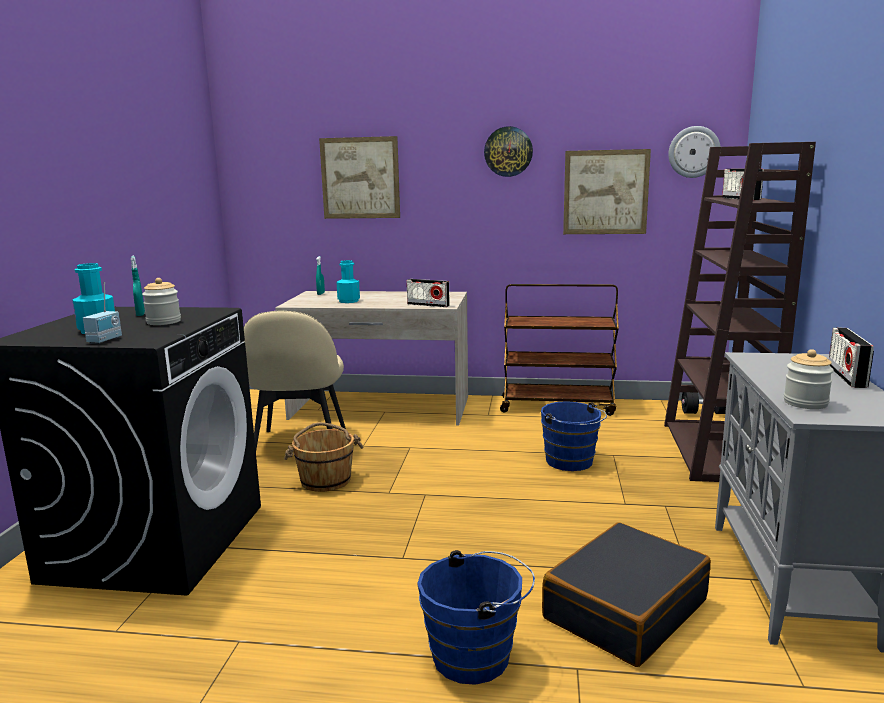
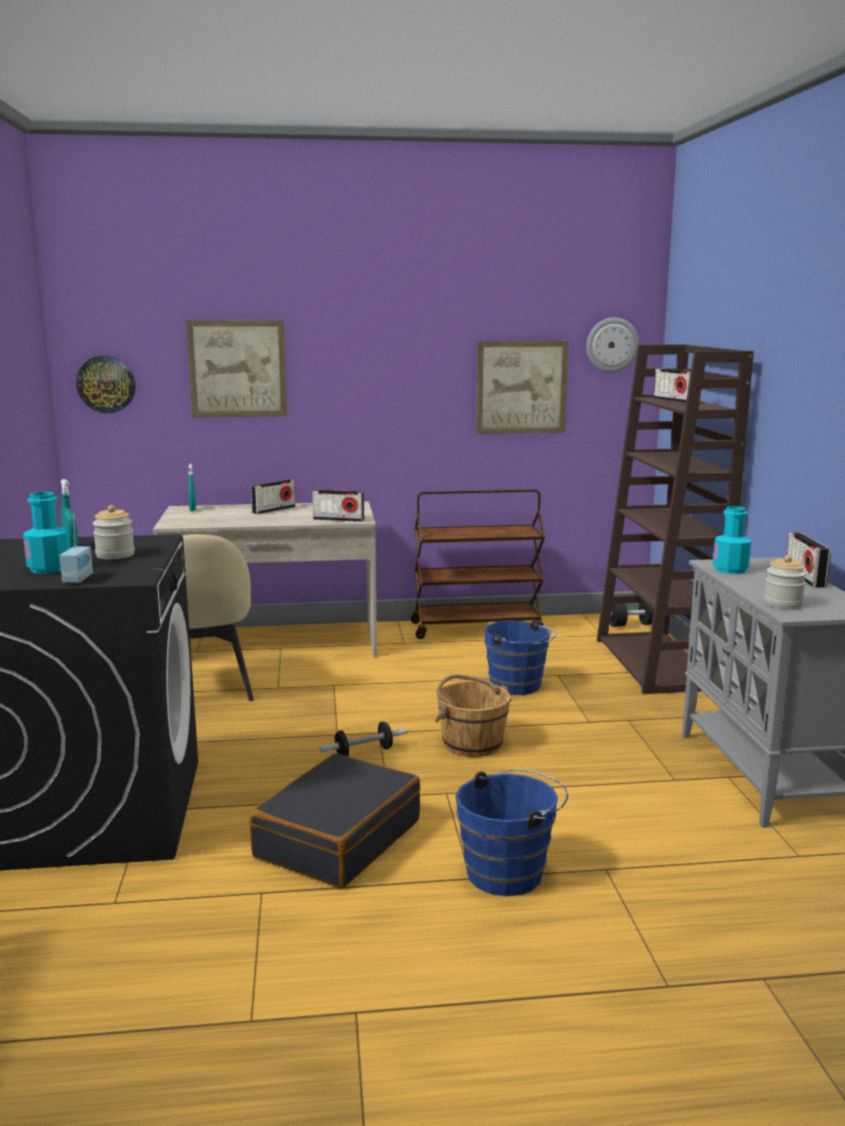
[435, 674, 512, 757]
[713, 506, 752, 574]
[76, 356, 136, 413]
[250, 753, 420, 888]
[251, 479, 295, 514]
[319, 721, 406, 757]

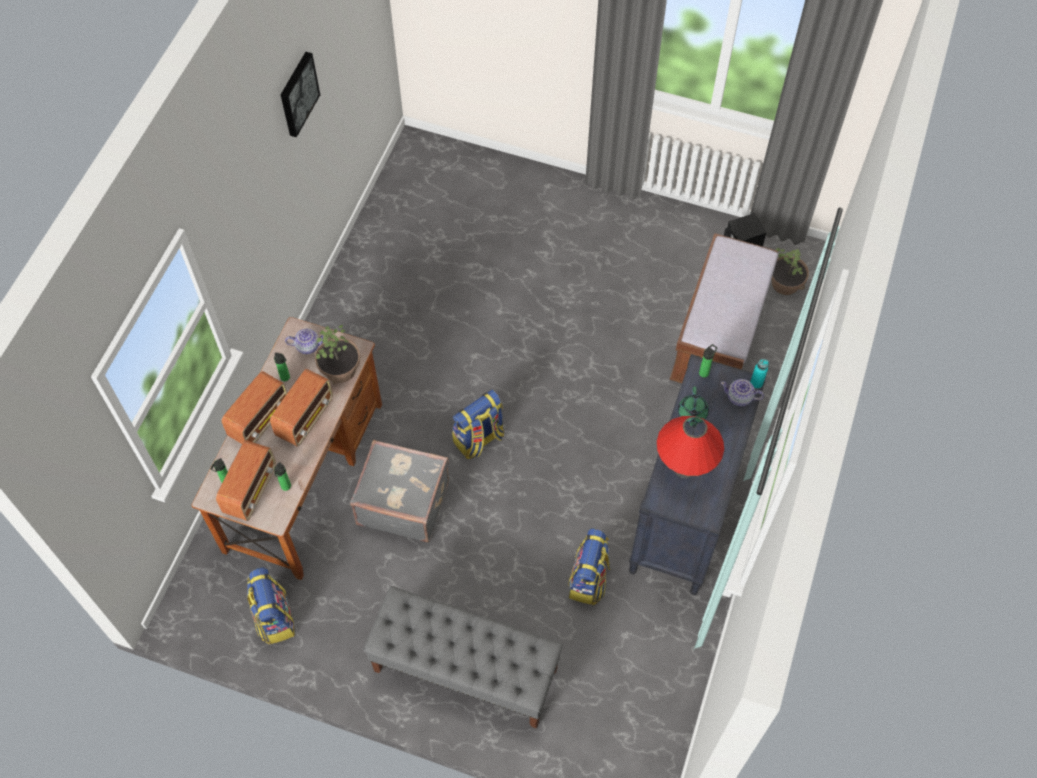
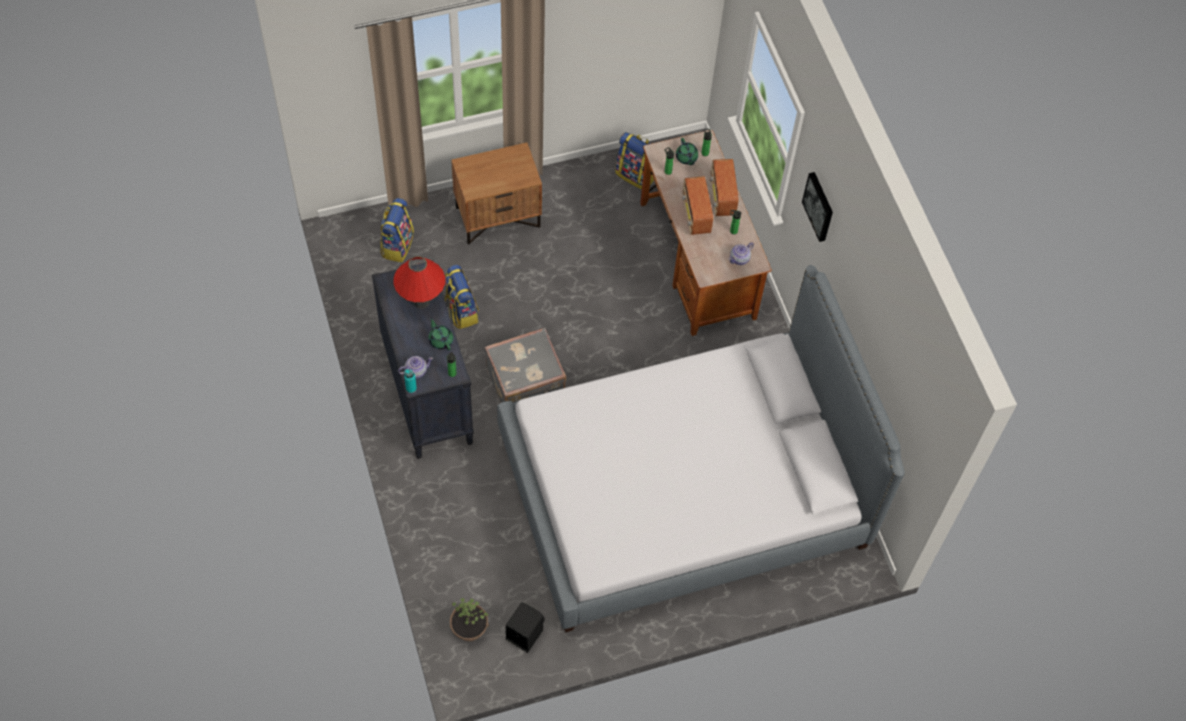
[676, 138, 698, 165]
[802, 172, 833, 242]
[315, 325, 360, 384] (first image)
[485, 327, 566, 403]
[451, 143, 542, 245]
[380, 198, 414, 262]
[669, 233, 778, 383] (first image)
[497, 265, 905, 632]

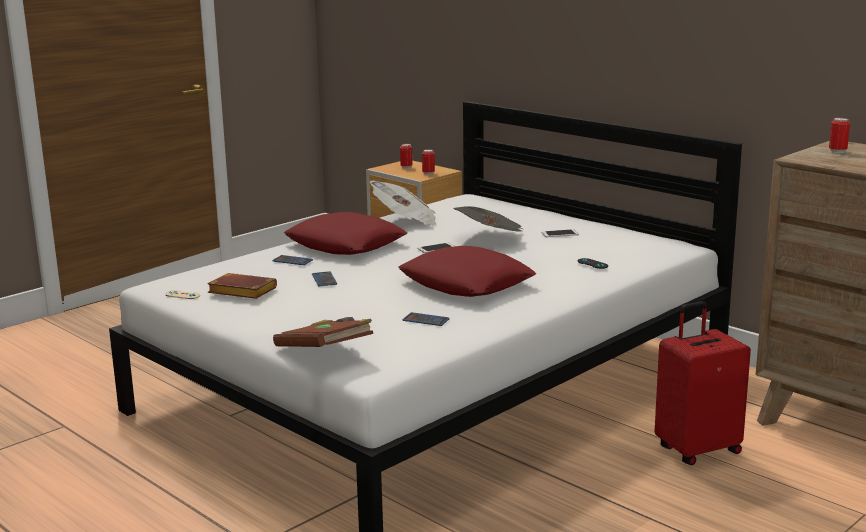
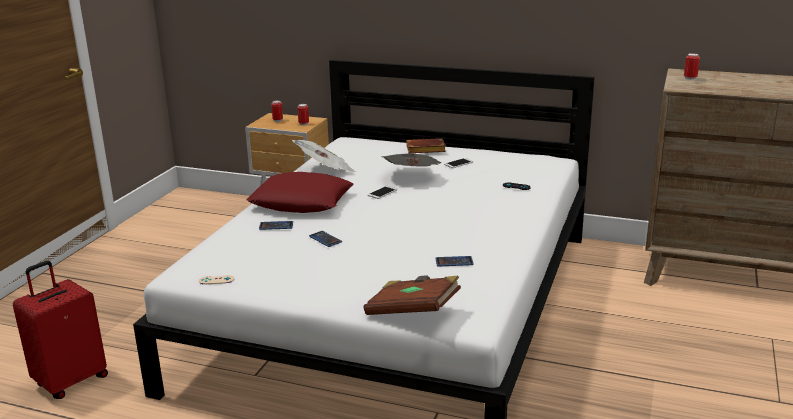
[406, 138, 446, 153]
[398, 246, 536, 297] (first image)
[13, 261, 108, 399]

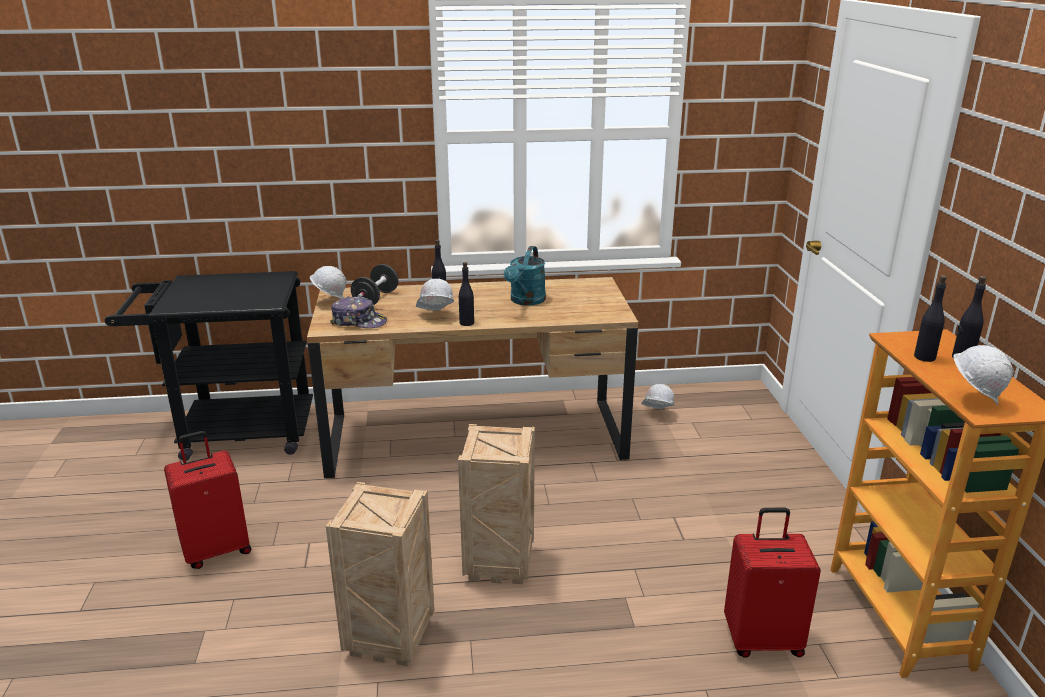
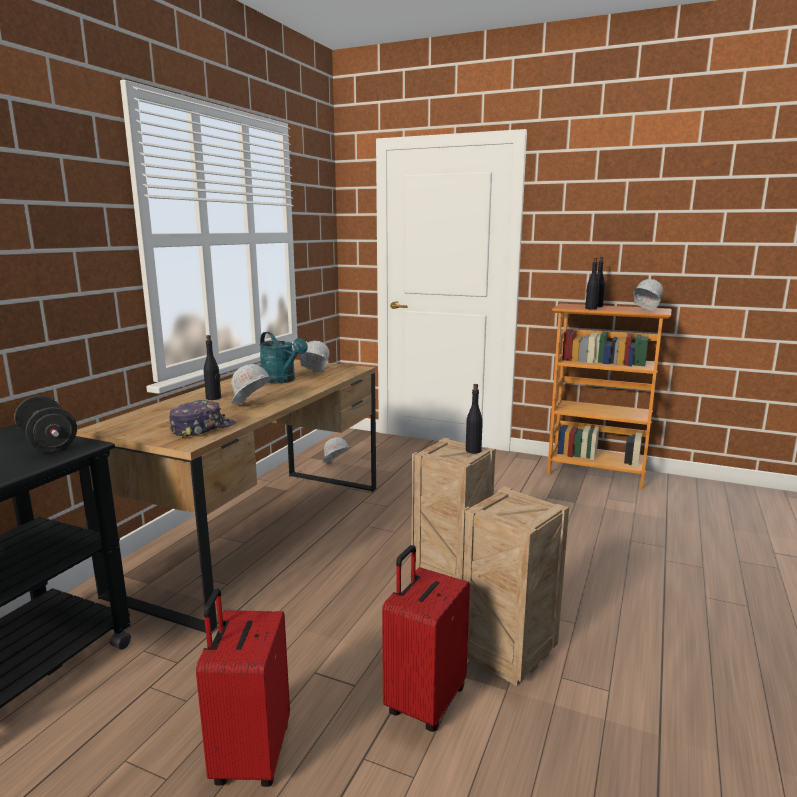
[300, 341, 330, 372]
[14, 395, 77, 452]
[466, 384, 483, 453]
[382, 545, 470, 732]

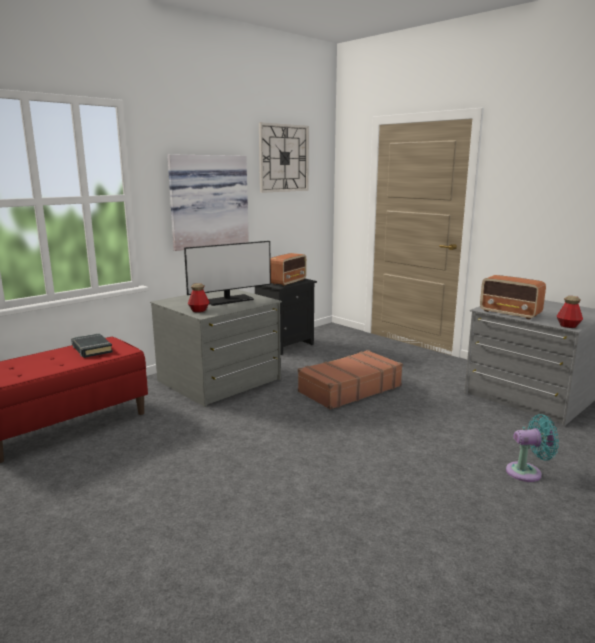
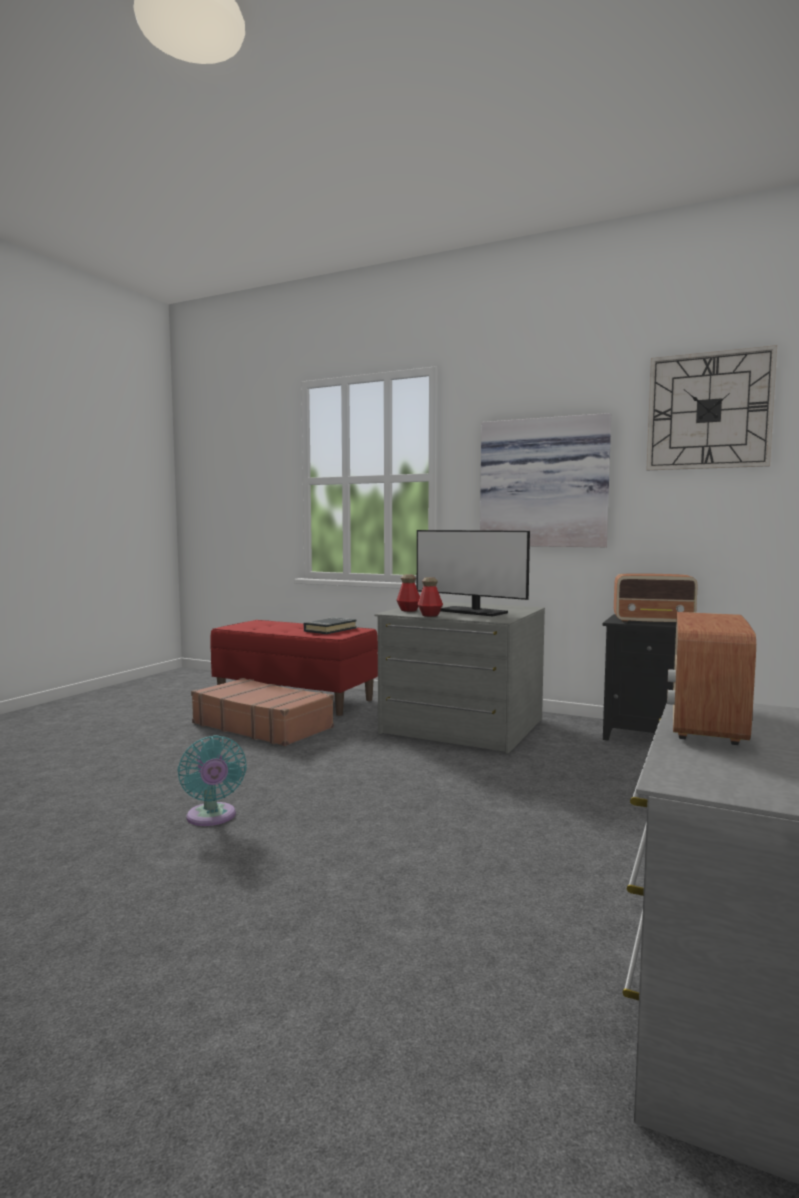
[191, 678, 334, 746]
[177, 735, 247, 826]
[417, 577, 443, 617]

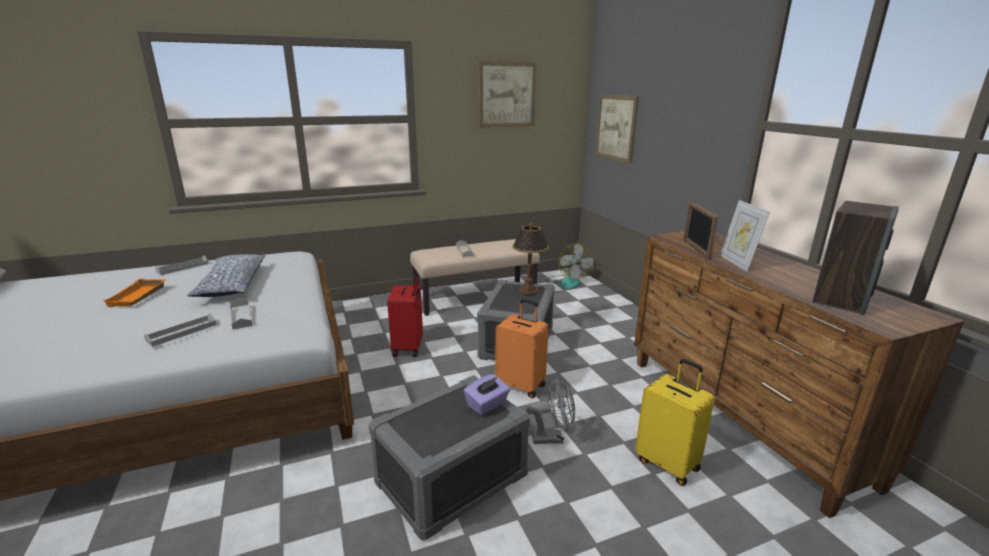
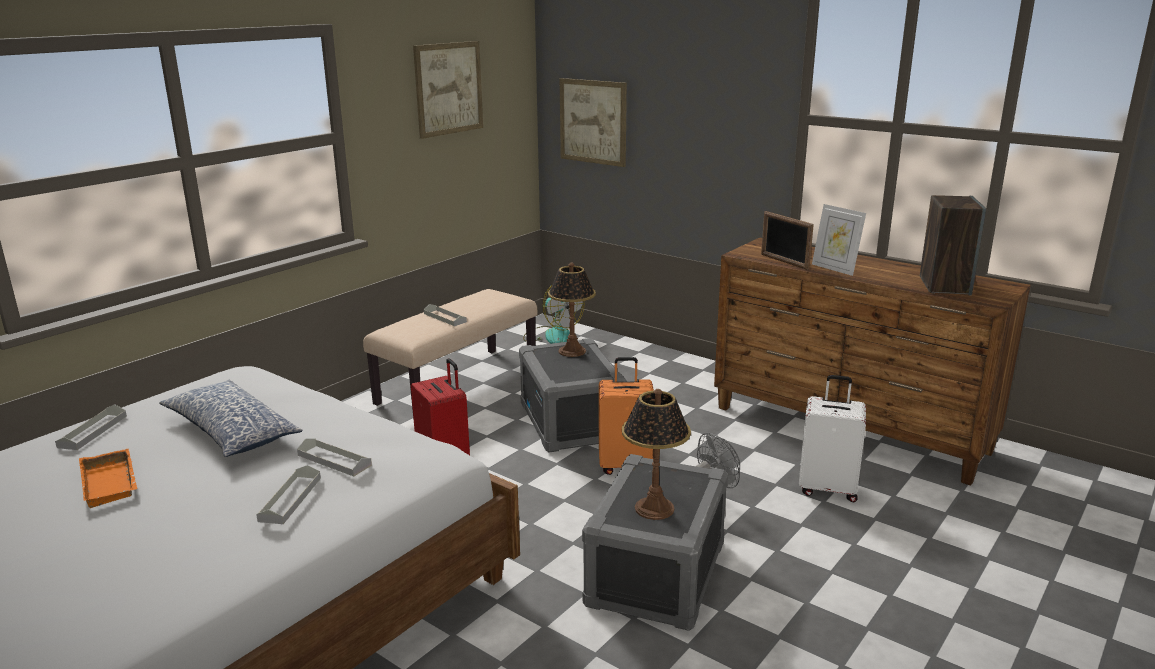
[464, 374, 510, 415] (first image)
[799, 375, 866, 502]
[622, 389, 691, 520]

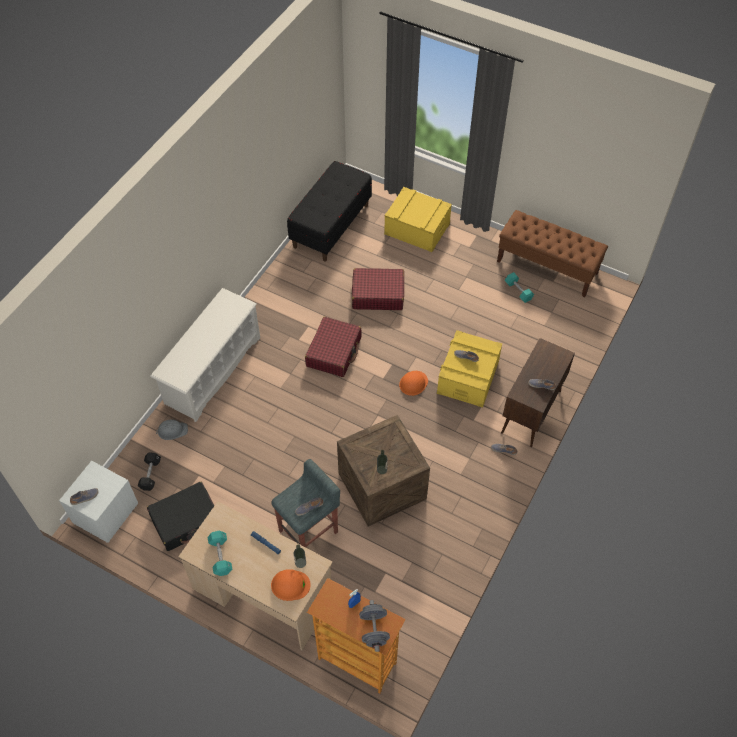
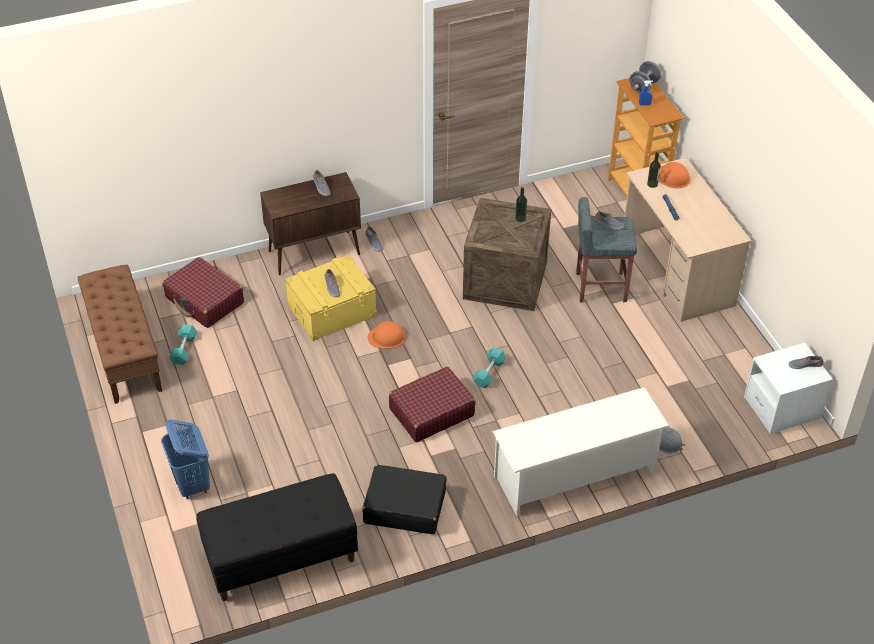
[138, 453, 161, 491] (first image)
[362, 465, 447, 534]
[473, 348, 506, 388]
[162, 257, 244, 328]
[161, 420, 210, 499]

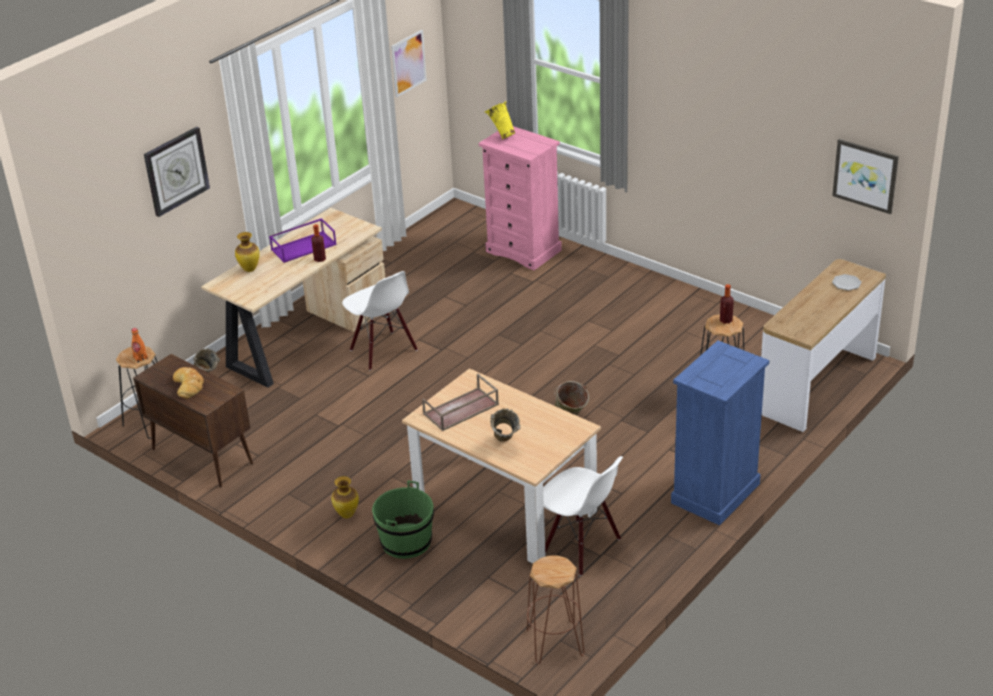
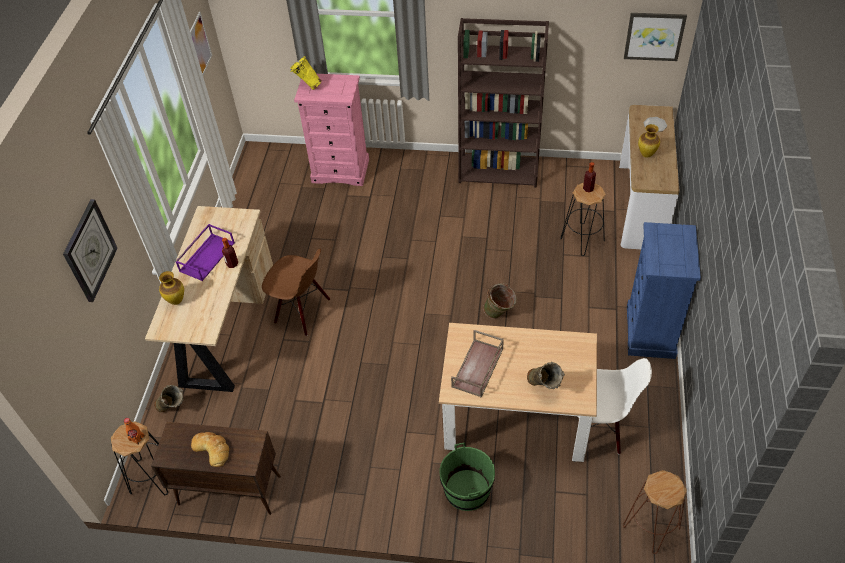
[638, 124, 660, 158]
[262, 248, 330, 336]
[458, 18, 549, 188]

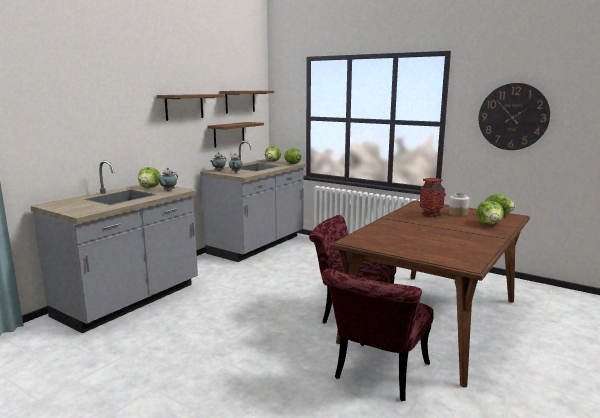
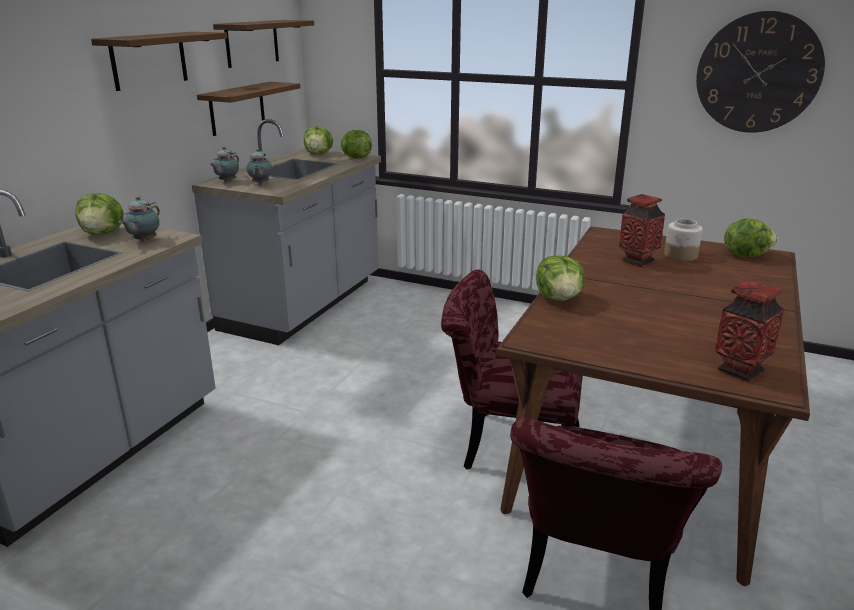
[536, 255, 585, 301]
[715, 280, 784, 382]

